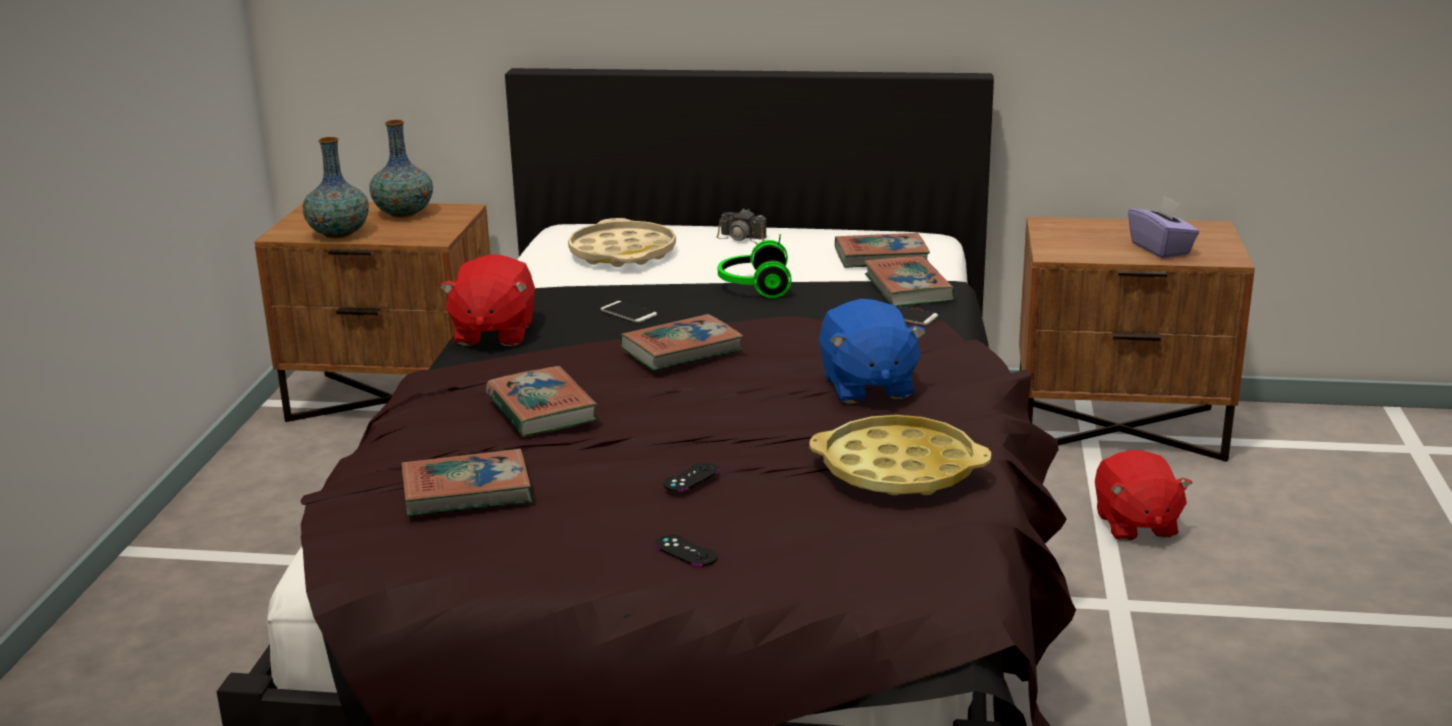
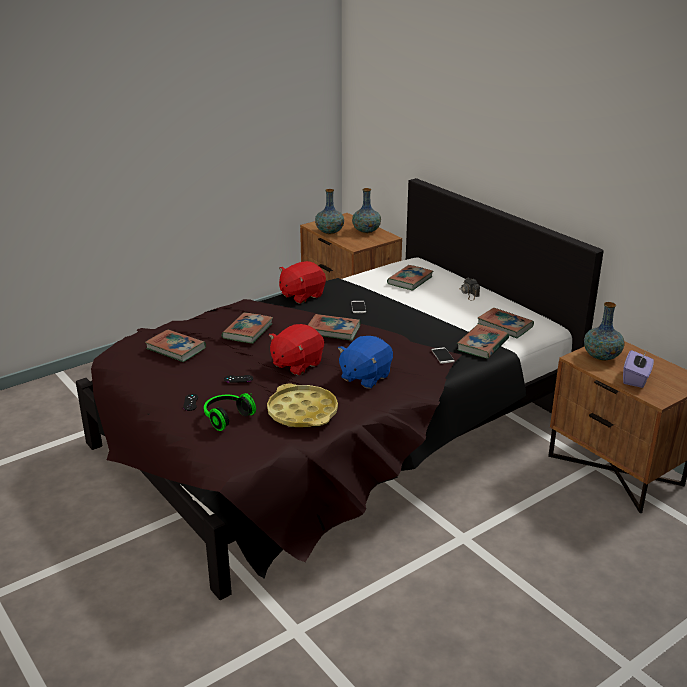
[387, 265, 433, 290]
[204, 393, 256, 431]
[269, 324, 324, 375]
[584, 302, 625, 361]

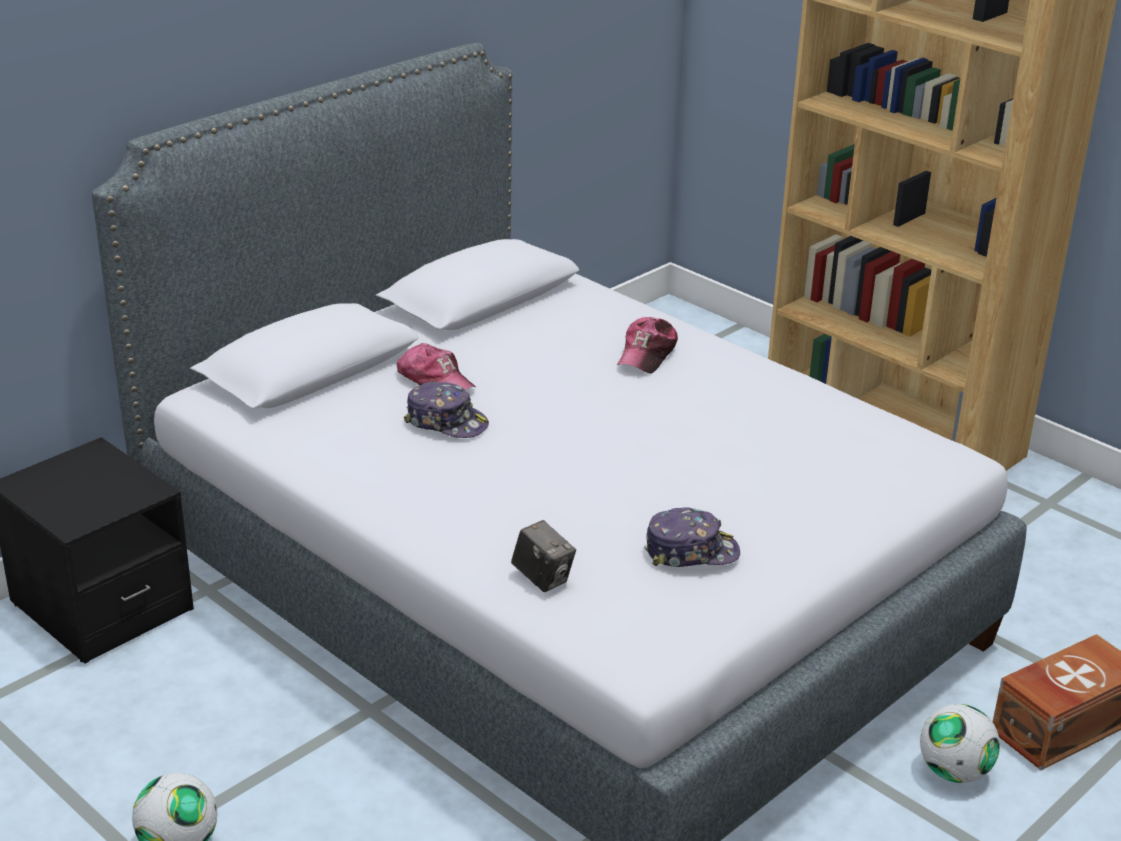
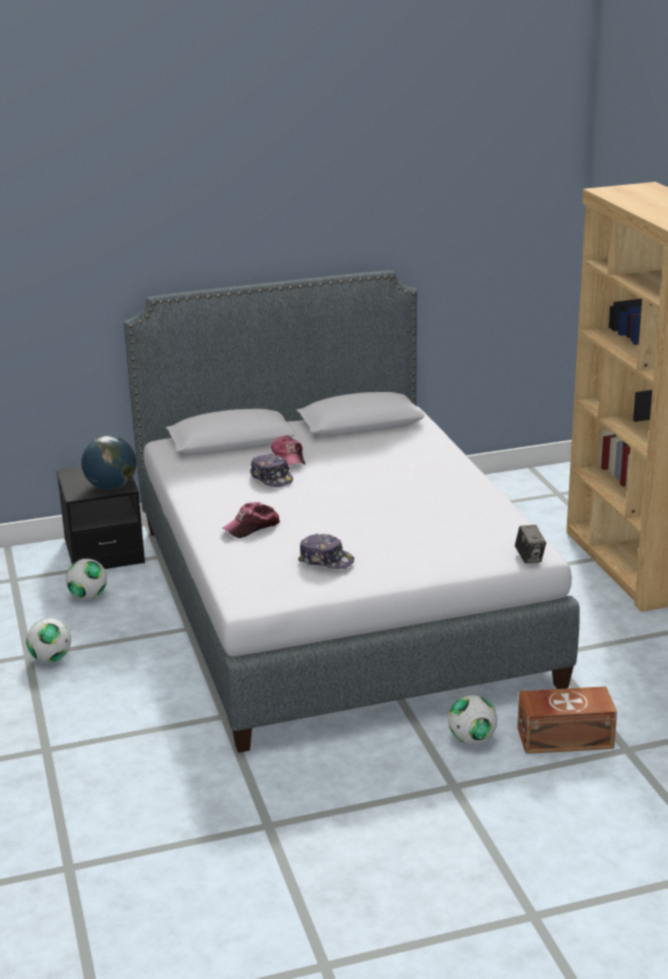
[515, 525, 546, 563]
[222, 502, 281, 538]
[66, 559, 107, 599]
[81, 435, 137, 490]

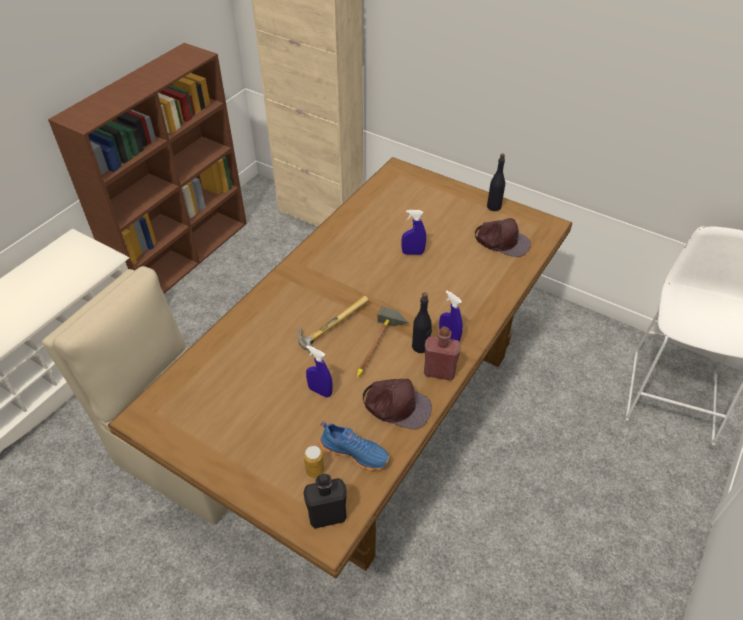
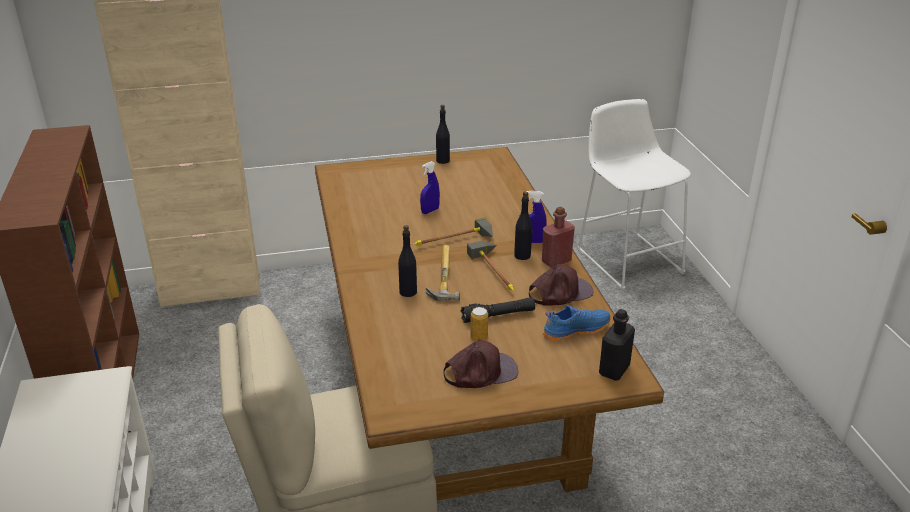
[470, 307, 488, 342]
[460, 297, 535, 323]
[443, 339, 518, 388]
[398, 225, 417, 297]
[413, 217, 493, 246]

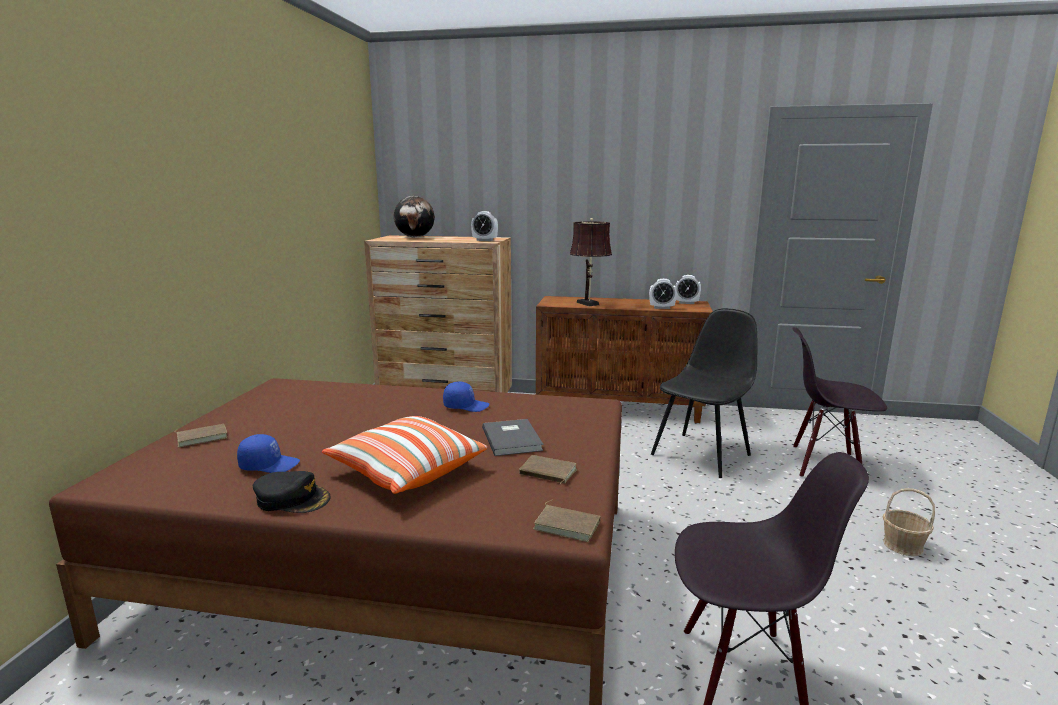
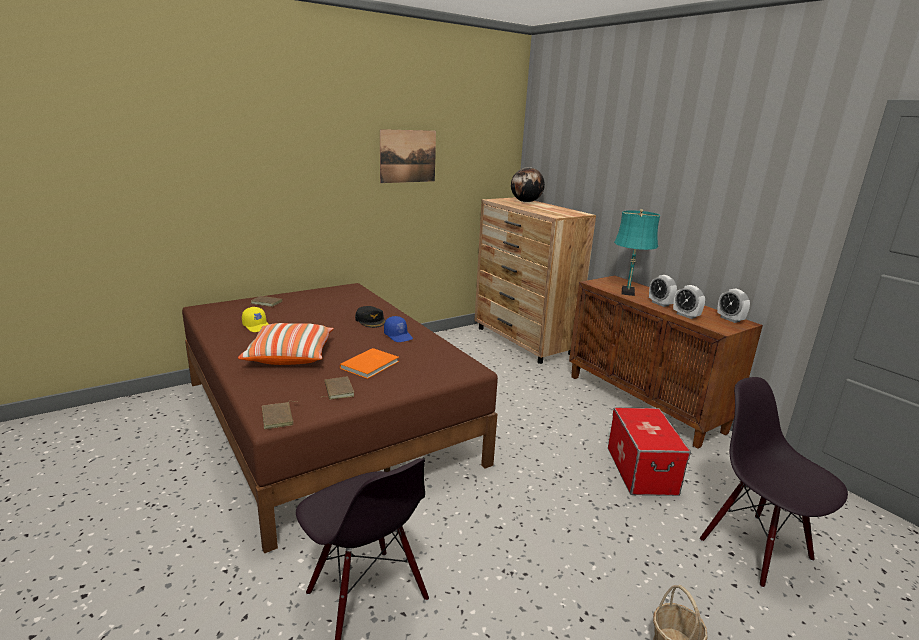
[242, 307, 269, 332]
[355, 306, 385, 328]
[649, 275, 677, 307]
[340, 348, 399, 379]
[614, 209, 660, 296]
[608, 407, 691, 496]
[380, 129, 436, 183]

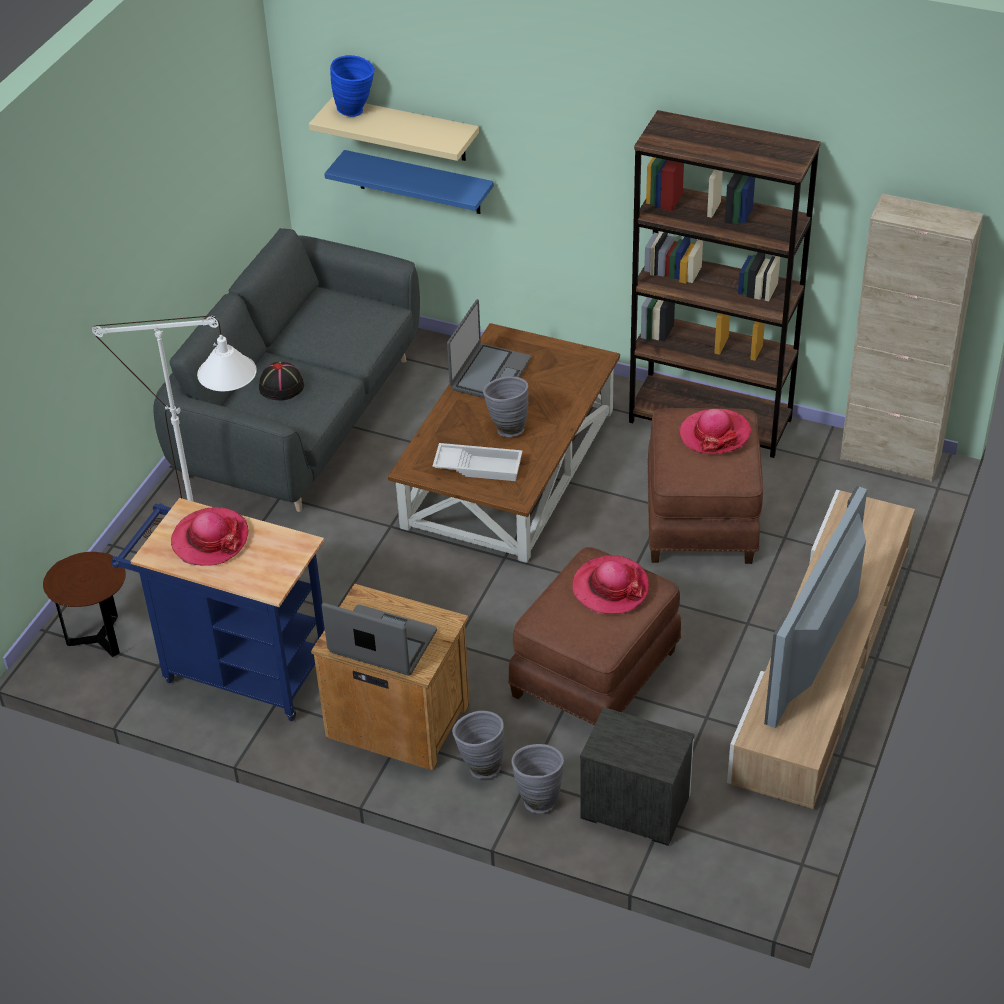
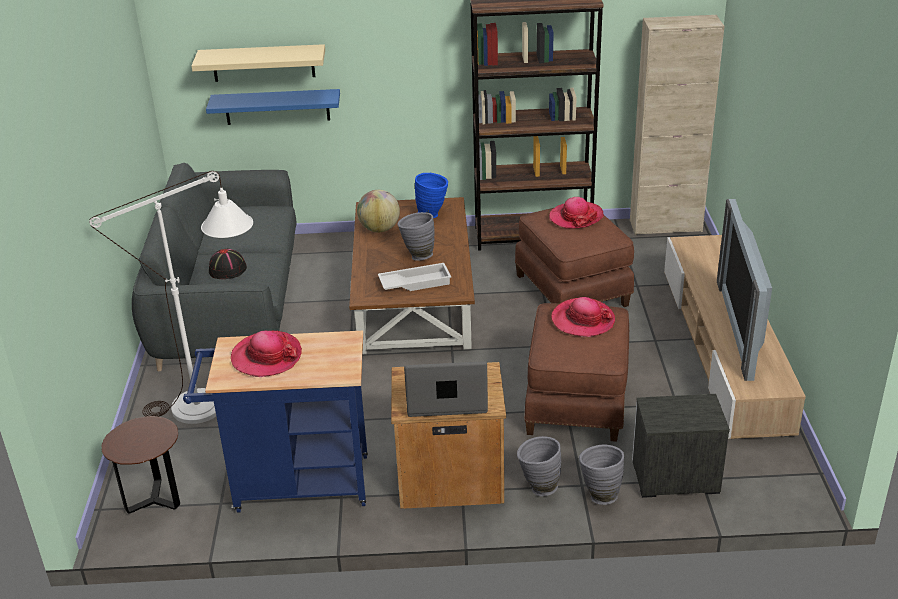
[415, 173, 448, 218]
[357, 190, 400, 232]

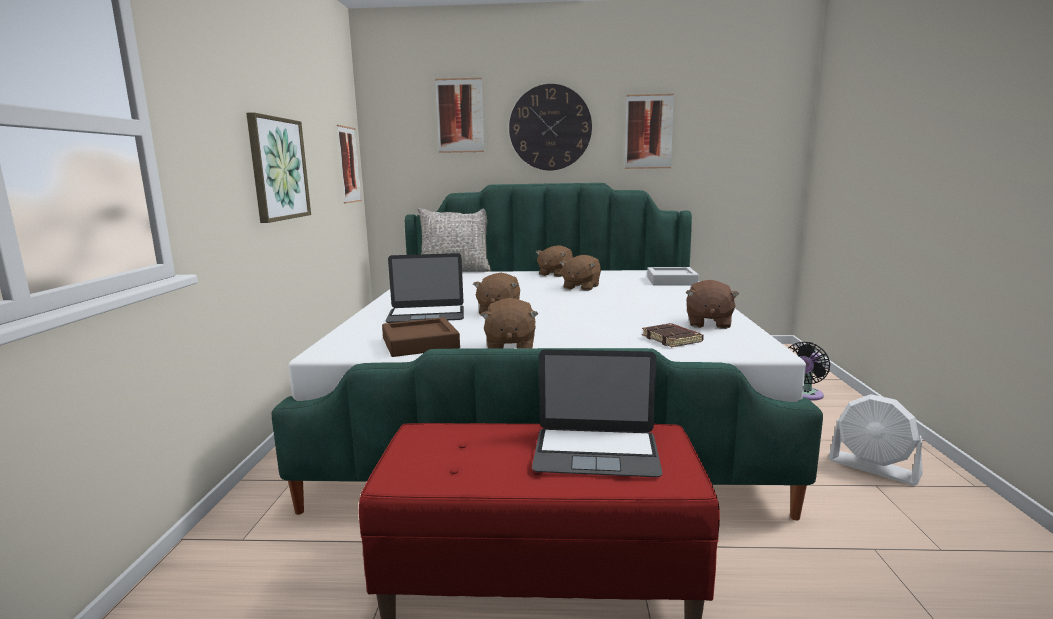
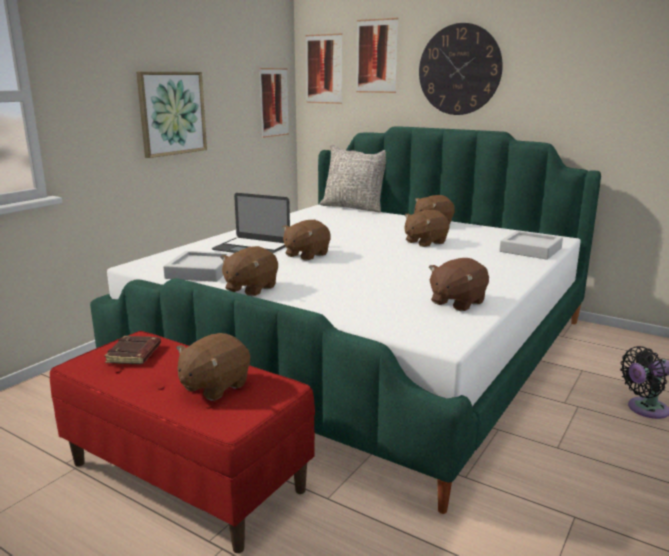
[163, 251, 234, 282]
[176, 333, 250, 401]
[306, 34, 342, 104]
[104, 336, 161, 364]
[829, 394, 922, 486] (first image)

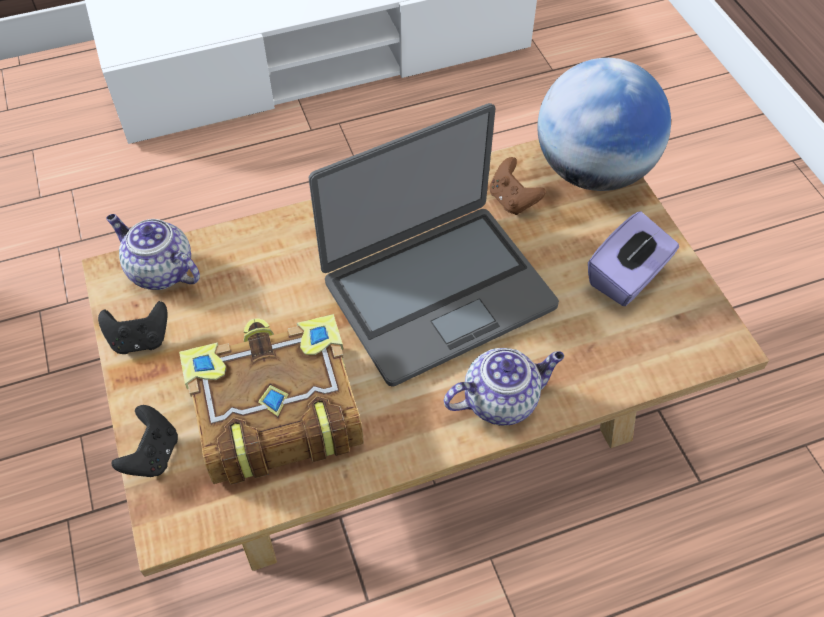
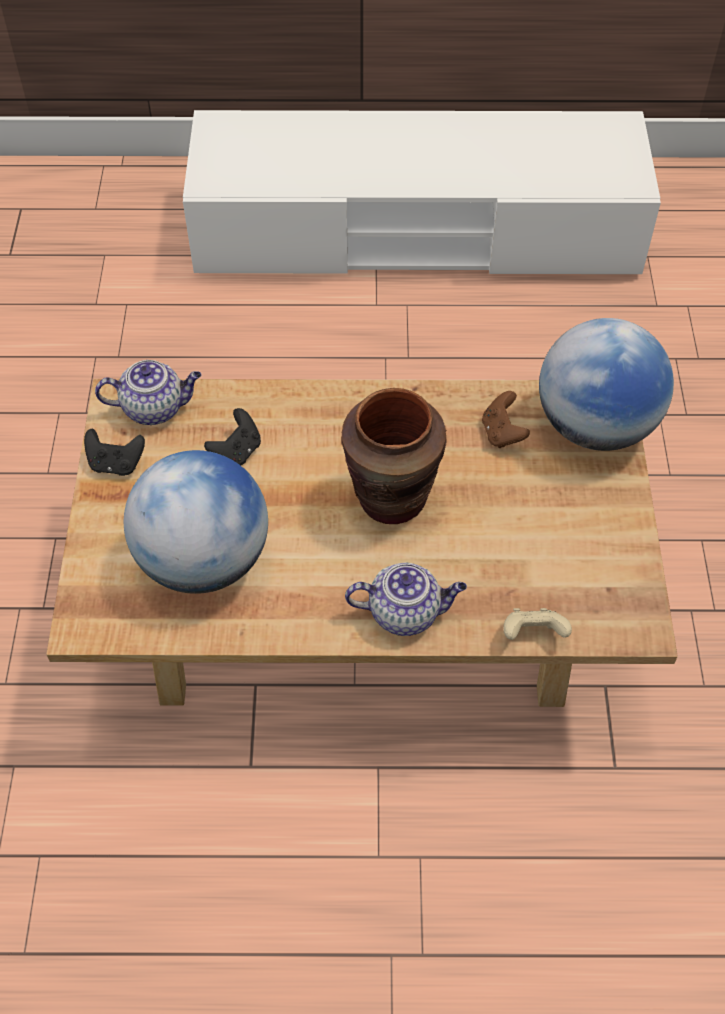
[95, 360, 201, 425]
[204, 408, 261, 465]
[124, 450, 268, 594]
[341, 388, 447, 524]
[588, 212, 679, 306] (first image)
[503, 608, 572, 640]

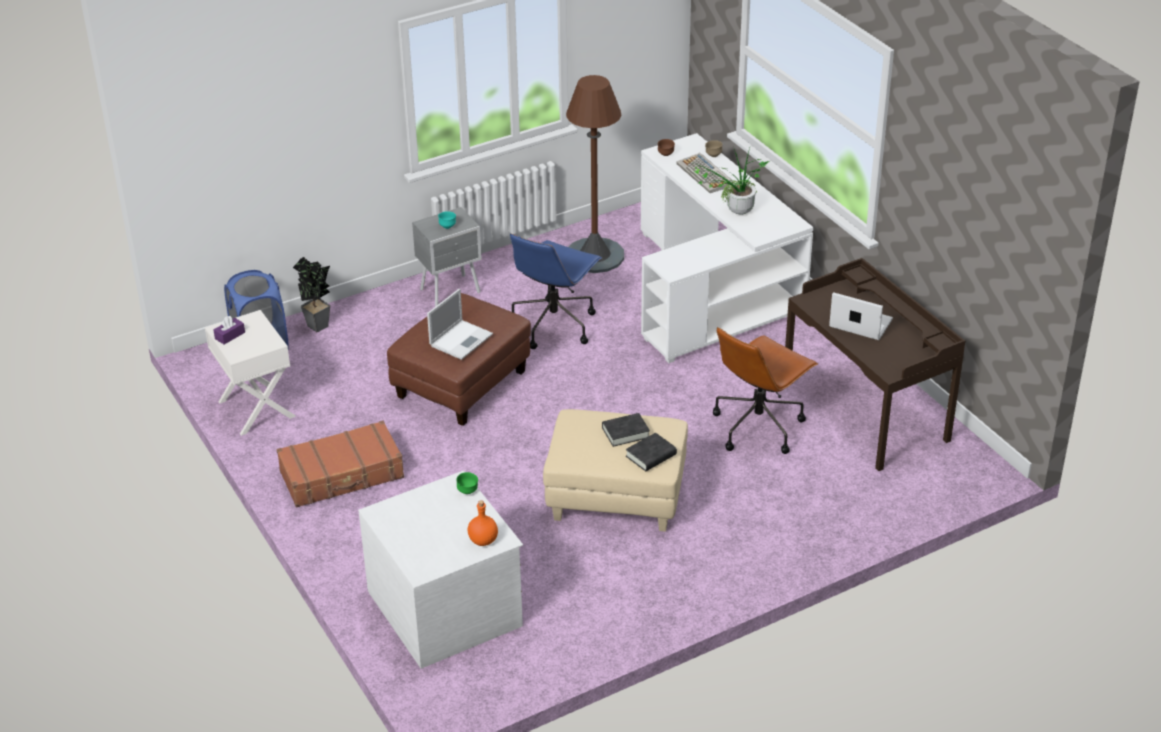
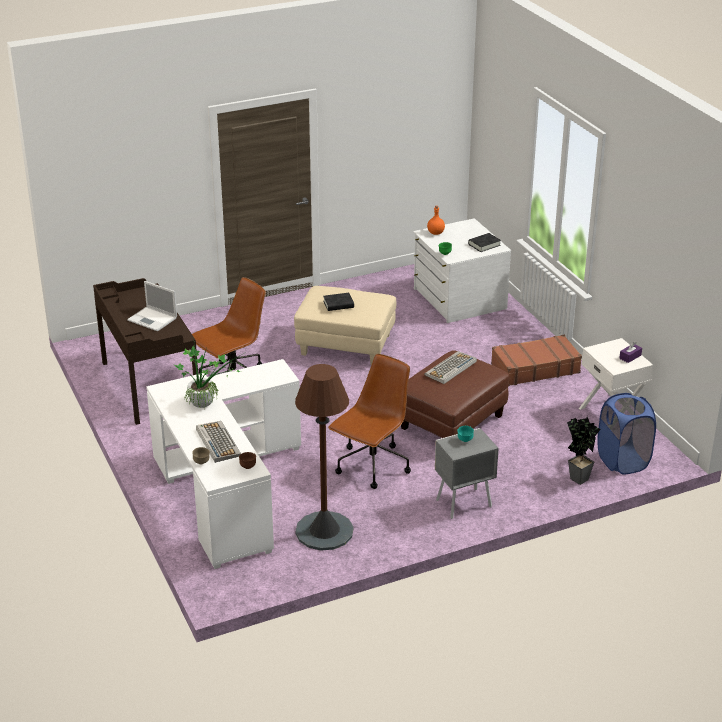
[425, 351, 477, 384]
[328, 354, 411, 489]
[468, 233, 501, 252]

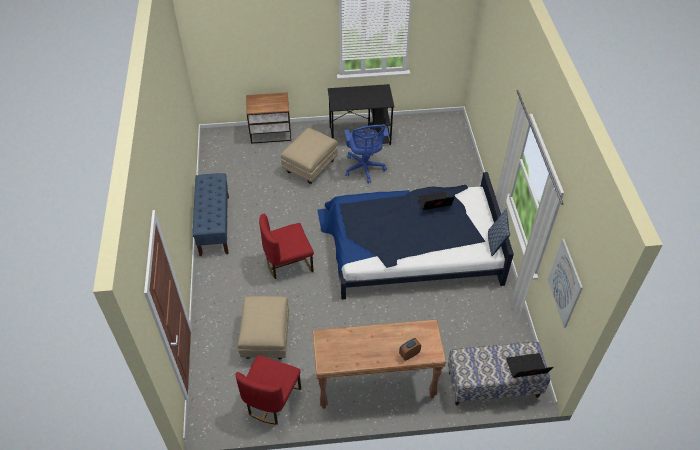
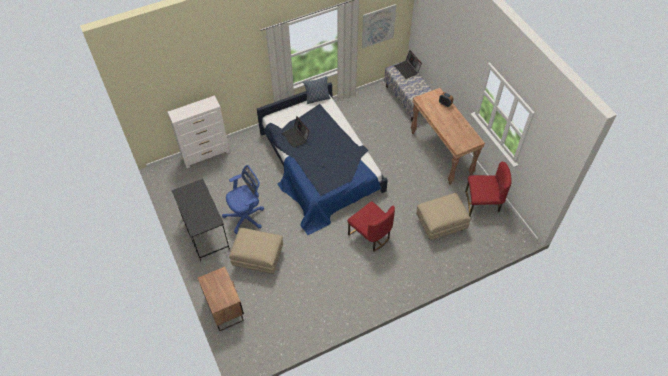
[192, 173, 229, 256] (first image)
[167, 96, 230, 168]

